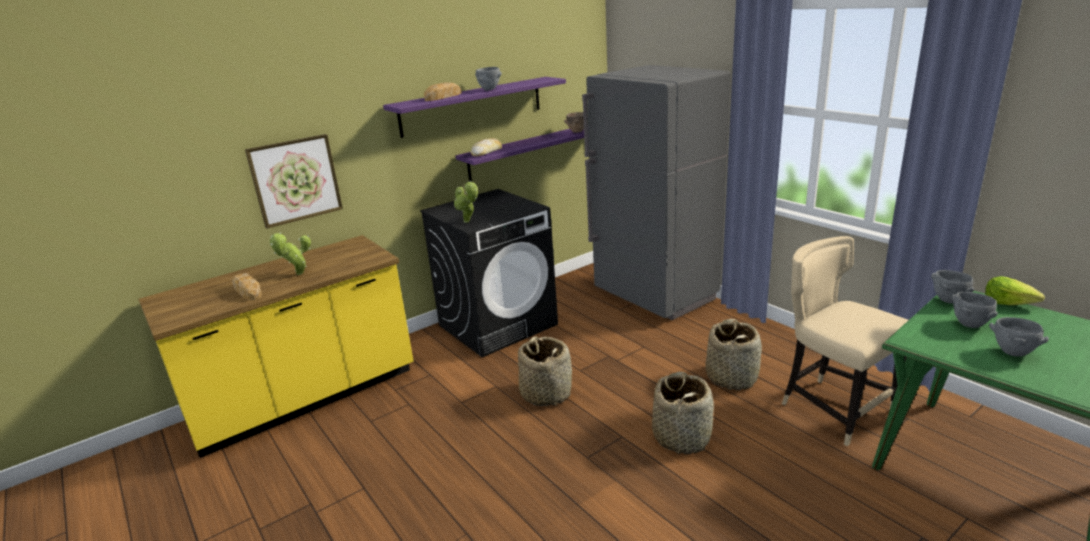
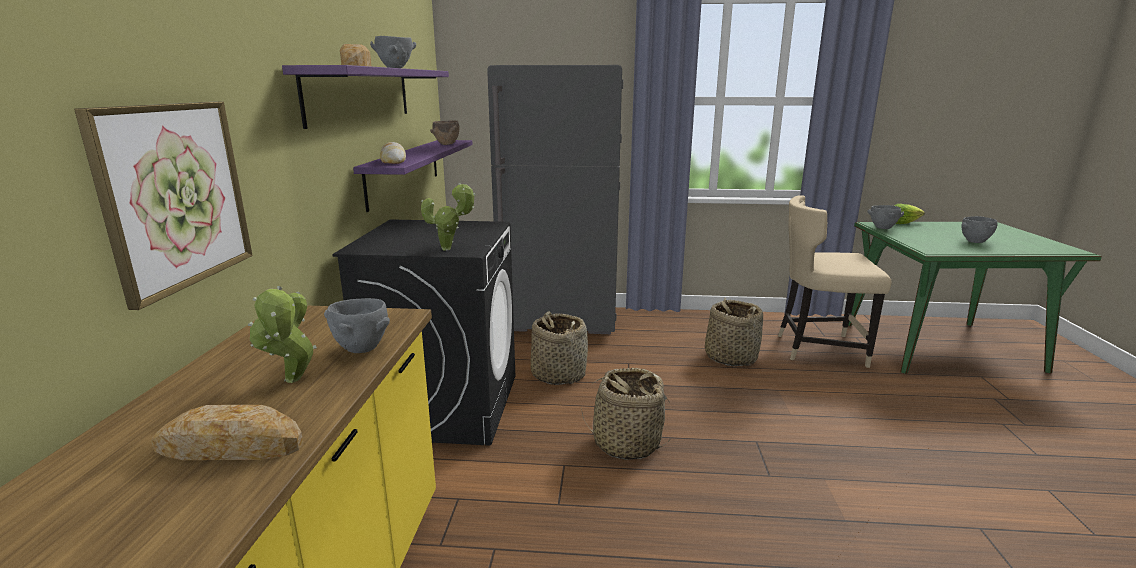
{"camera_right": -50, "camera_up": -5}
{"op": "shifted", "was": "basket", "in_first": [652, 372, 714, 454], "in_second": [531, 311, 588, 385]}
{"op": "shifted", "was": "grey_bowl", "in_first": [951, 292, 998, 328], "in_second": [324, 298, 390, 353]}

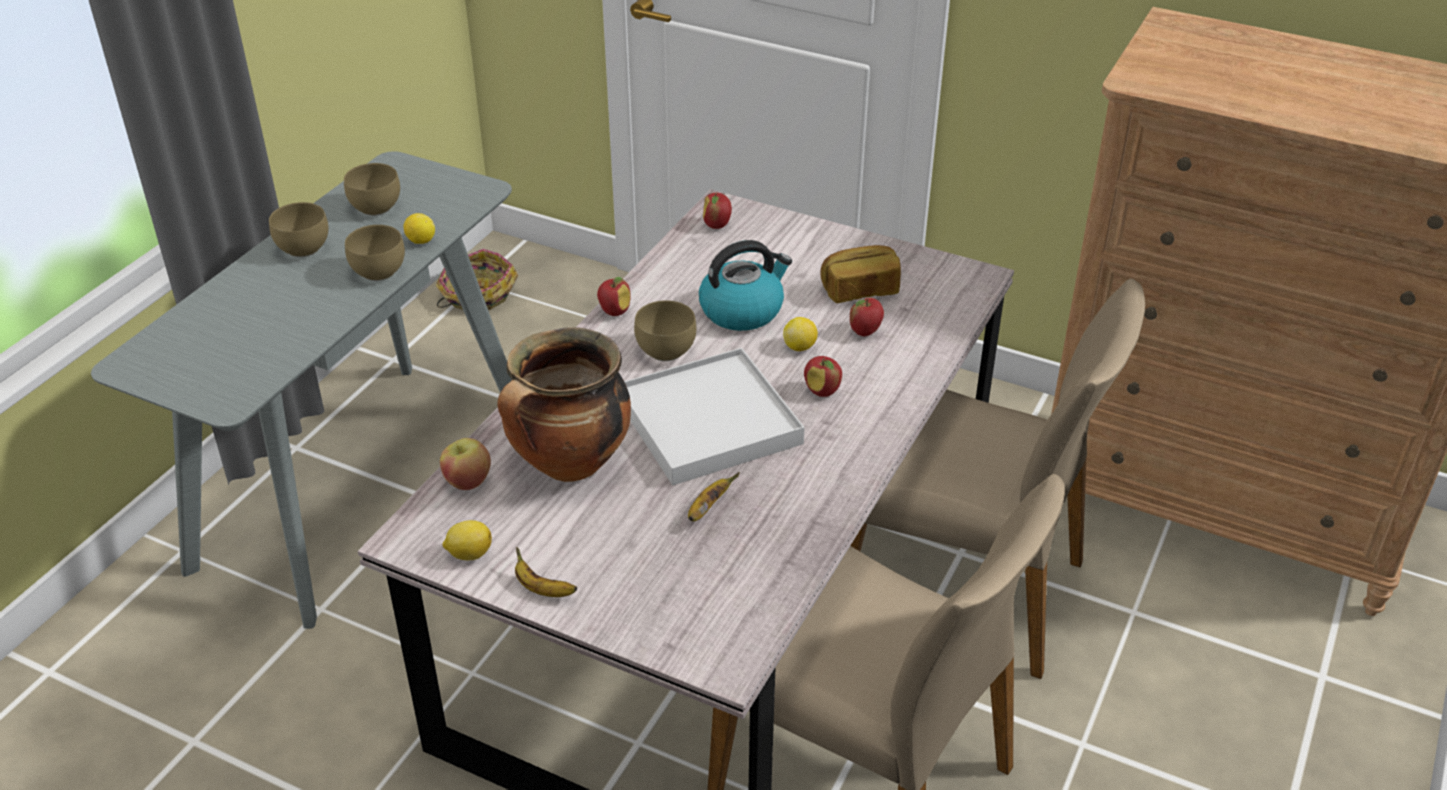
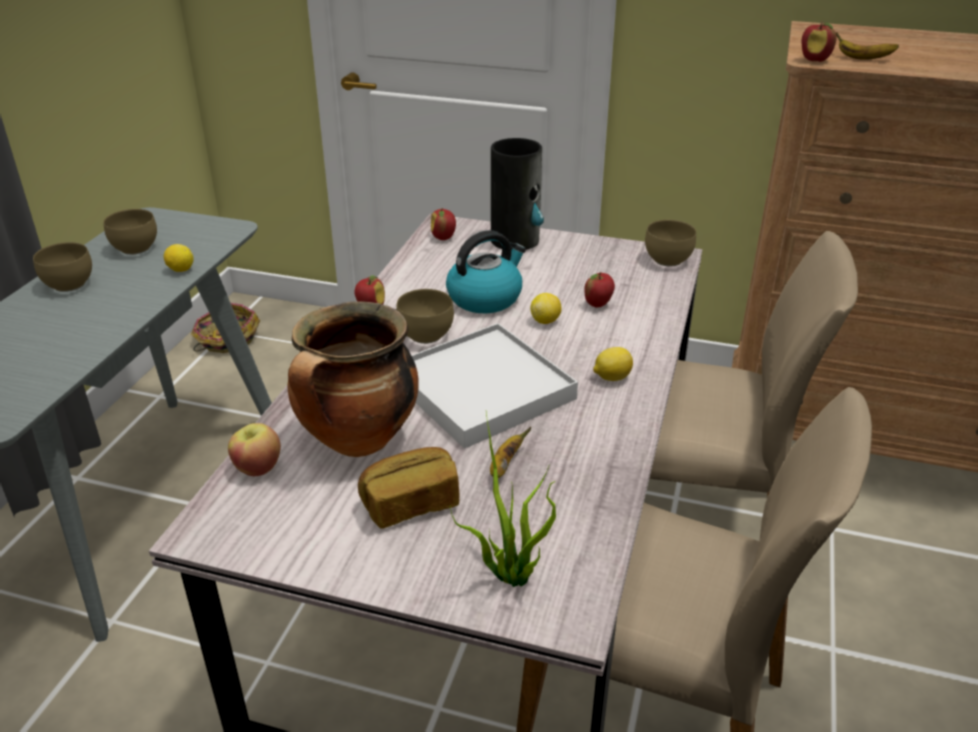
{"camera_right": -10, "camera_up": -5}
{"op": "shifted", "was": "brown_bowl", "in_first": [345, 225, 405, 281], "in_second": [645, 220, 696, 267]}
{"op": "shifted", "was": "lemon", "in_first": [443, 520, 492, 560], "in_second": [593, 347, 633, 381]}
{"op": "shifted", "was": "banana", "in_first": [515, 547, 577, 597], "in_second": [836, 32, 899, 60]}
{"op": "shifted", "was": "apple", "in_first": [804, 356, 842, 397], "in_second": [801, 21, 837, 62]}
{"op": "shifted", "was": "bread", "in_first": [820, 245, 901, 303], "in_second": [358, 447, 460, 529]}
{"op": "new", "now": "potted_plant", "in_second": [450, 412, 556, 587]}
{"op": "new", "now": "vase", "in_second": [491, 138, 544, 250]}

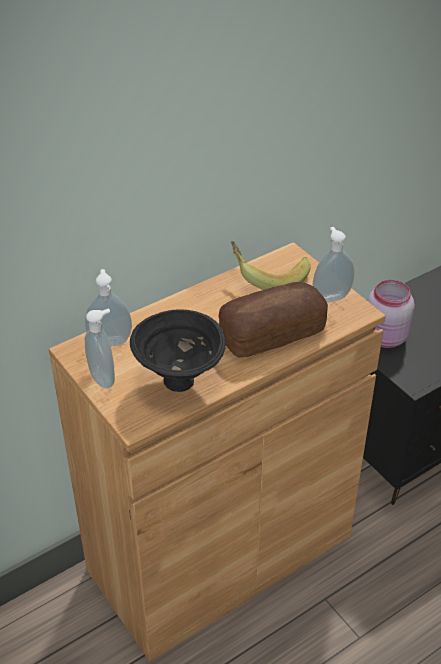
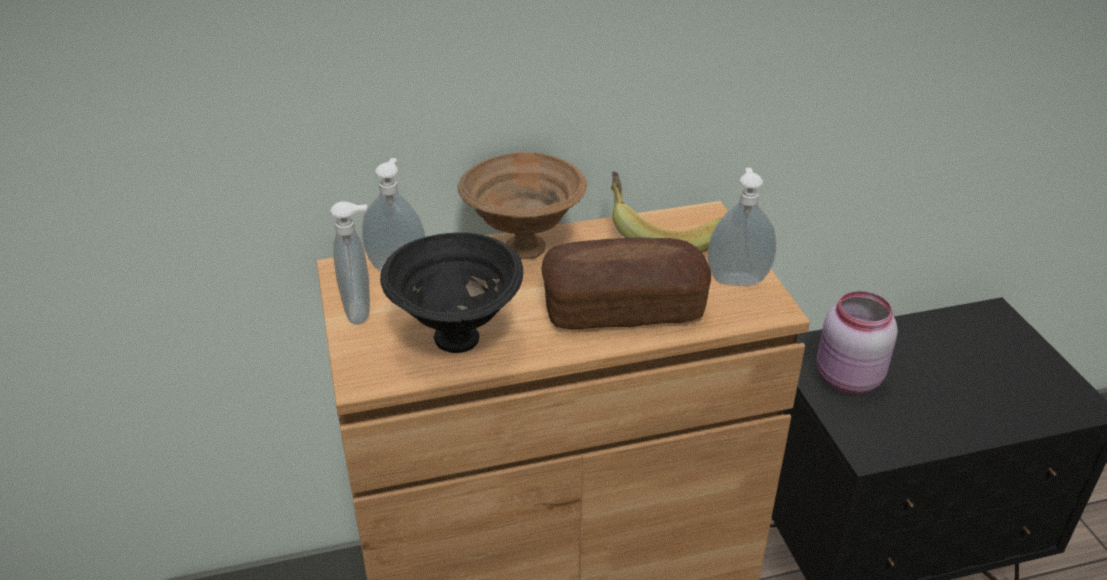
{"camera_right": 20, "camera_up": -5}
{"op": "new", "now": "brown_bowl", "in_second": [457, 152, 587, 259]}

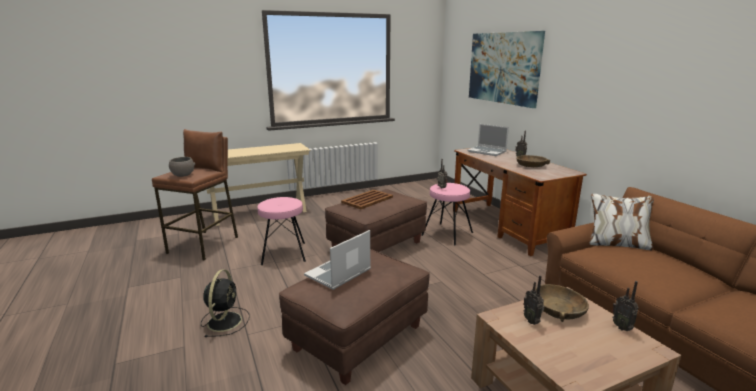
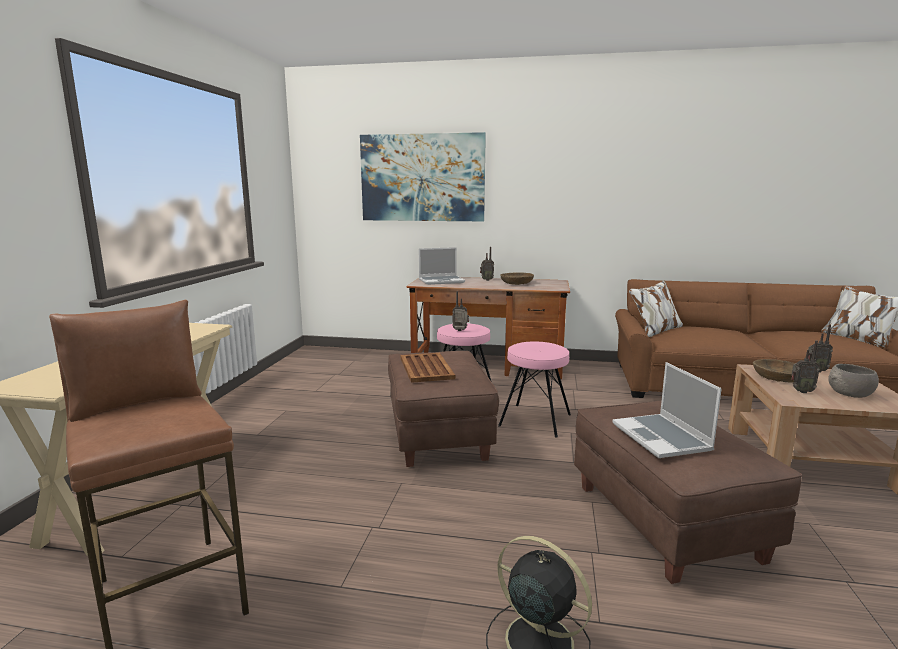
{"camera_right": -55, "camera_up": -5}
{"op": "shifted", "was": "grey_bowl", "in_first": [169, 157, 195, 177], "in_second": [828, 364, 879, 398]}
{"op": "shifted", "was": "pink_stool", "in_first": [258, 197, 306, 265], "in_second": [498, 342, 571, 437]}

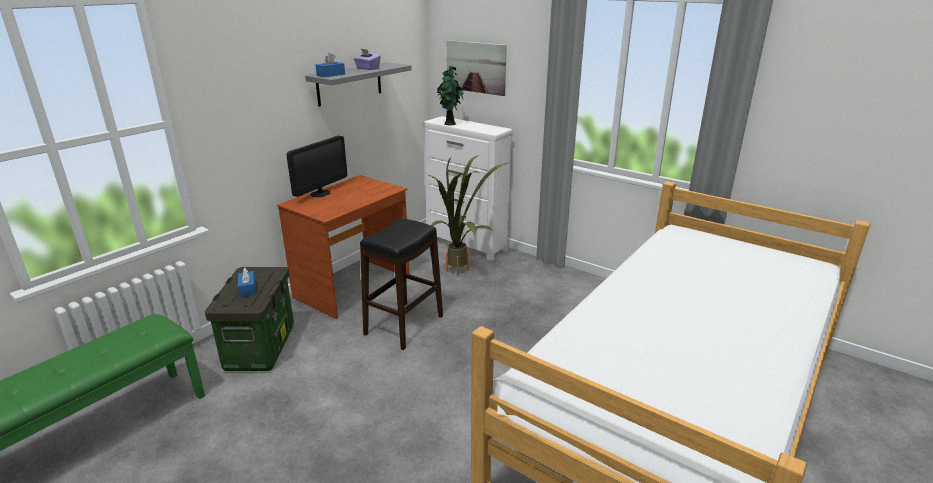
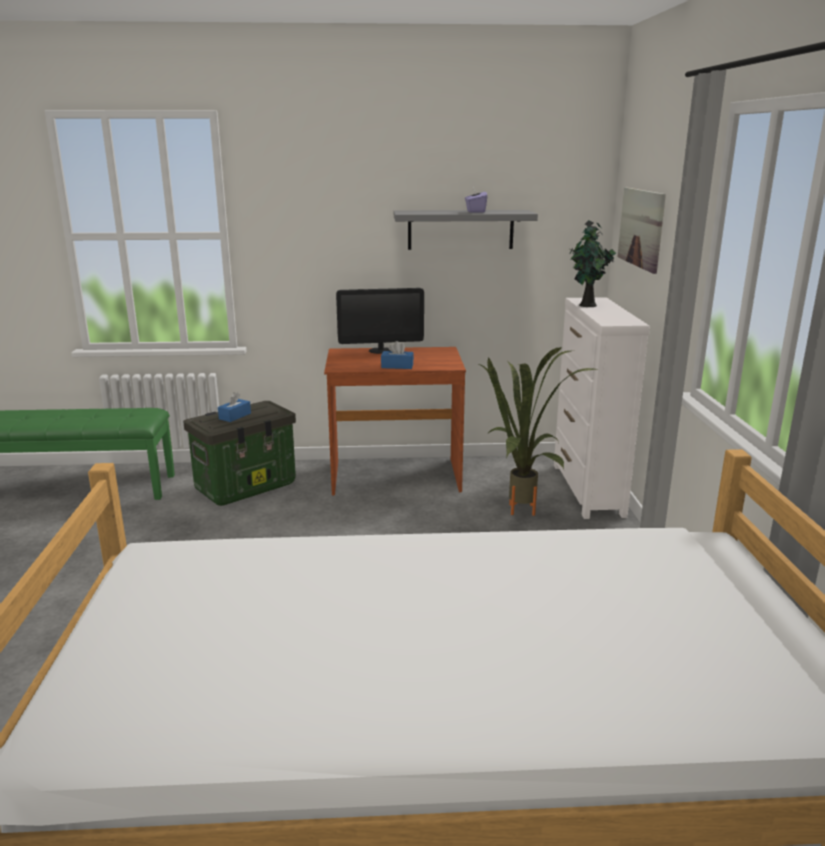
{"camera_right": 50, "camera_up": -5}
{"op": "shifted", "was": "blue_tissue_box", "in_first": [316, 53, 345, 77], "in_second": [381, 341, 414, 369]}
{"op": "gone", "was": "black_stool", "in_first": [360, 218, 443, 350]}

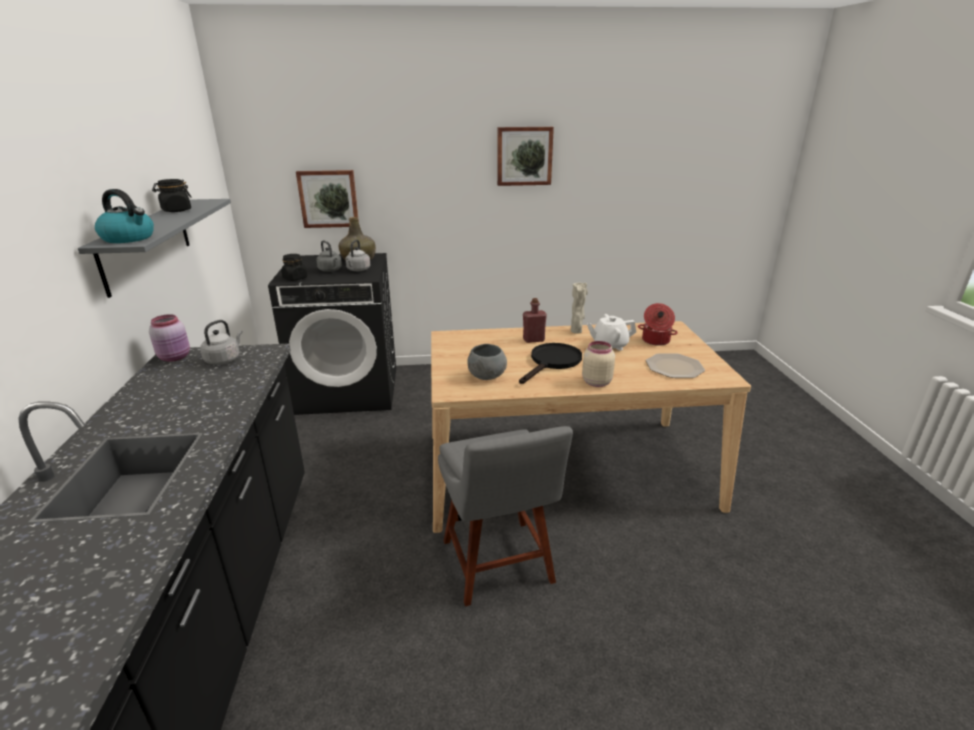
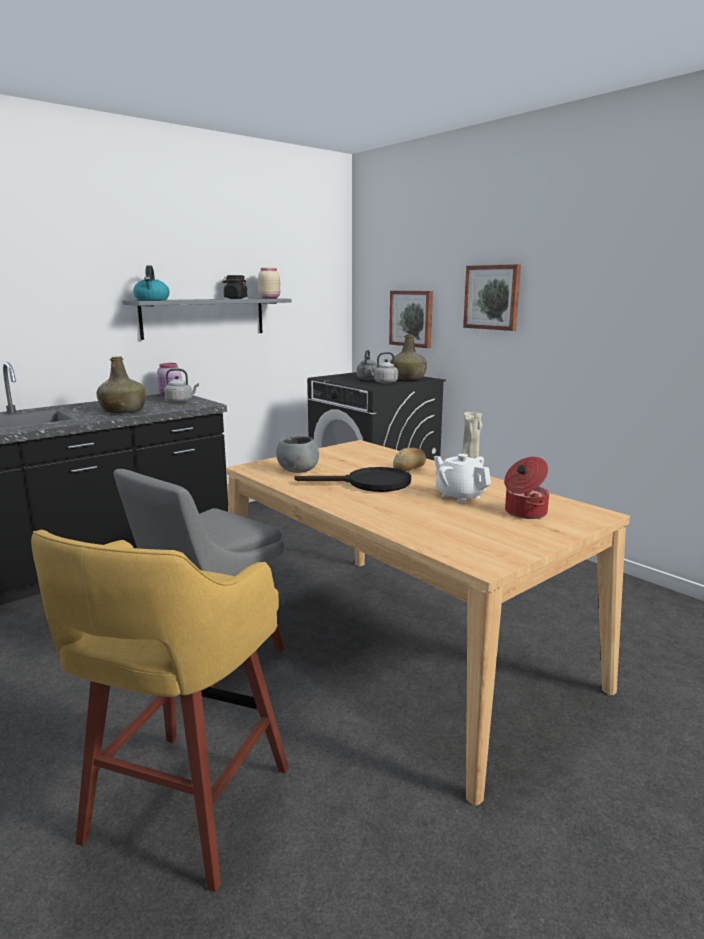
{"camera_right": 55, "camera_up": -10}
{"op": "gone", "was": "black_jar", "in_first": [281, 254, 307, 281]}
{"op": "shifted", "was": "picture", "in_first": [497, 127, 554, 186], "in_second": [463, 264, 521, 331]}
{"op": "swapped", "was": "red_bottle", "now": "bread", "in_first": [523, 298, 547, 343], "in_second": [393, 448, 426, 471]}
{"op": "shifted", "was": "beige_jar", "in_first": [582, 341, 615, 387], "in_second": [258, 268, 280, 298]}
{"op": "gone", "was": "plate", "in_first": [646, 353, 705, 378]}
{"op": "new", "now": "yellow_stool", "in_second": [31, 530, 289, 892]}
{"op": "new", "now": "green_bottle", "in_second": [97, 357, 146, 413]}

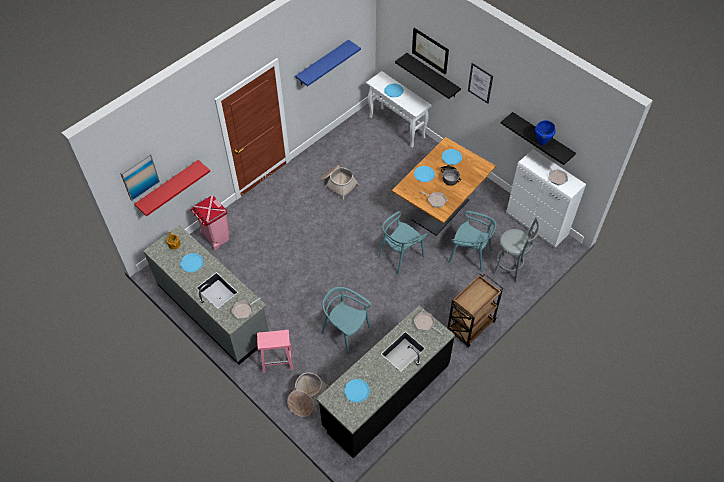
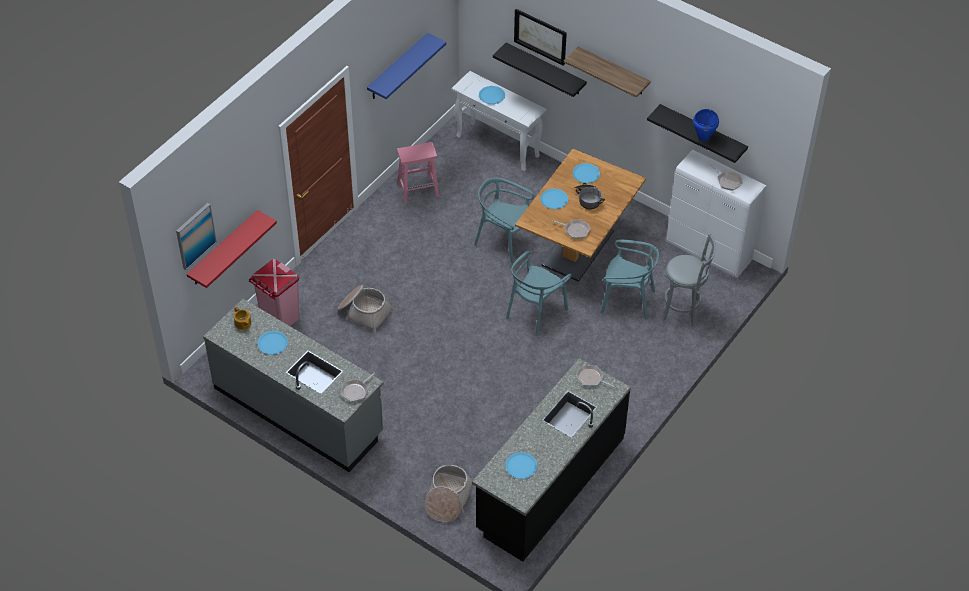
{"camera_right": -10, "camera_up": -5}
{"op": "shifted", "was": "pink_stool", "in_first": [257, 330, 293, 373], "in_second": [397, 142, 439, 203]}
{"op": "shifted", "was": "basket", "in_first": [320, 165, 359, 200], "in_second": [338, 285, 394, 334]}
{"op": "shifted", "was": "turquoise_chair", "in_first": [321, 287, 372, 355], "in_second": [474, 177, 535, 263]}
{"op": "gone", "was": "brown_cart", "in_first": [447, 274, 503, 347]}
{"op": "swapped", "was": "picture", "now": "shelf", "in_first": [468, 63, 493, 104], "in_second": [564, 46, 651, 98]}

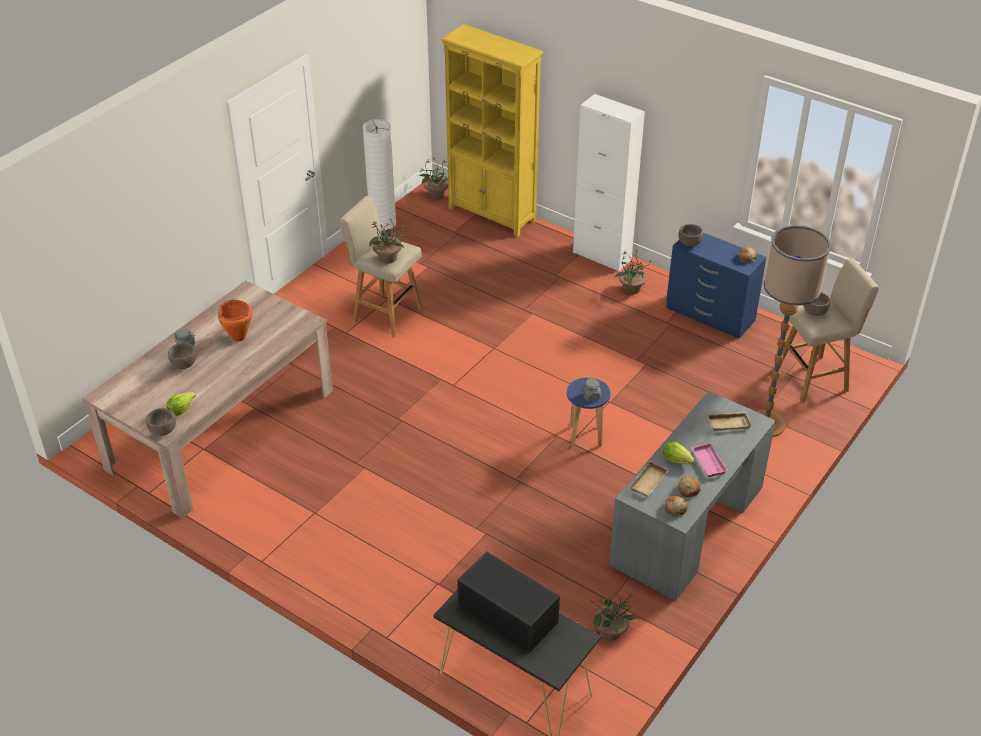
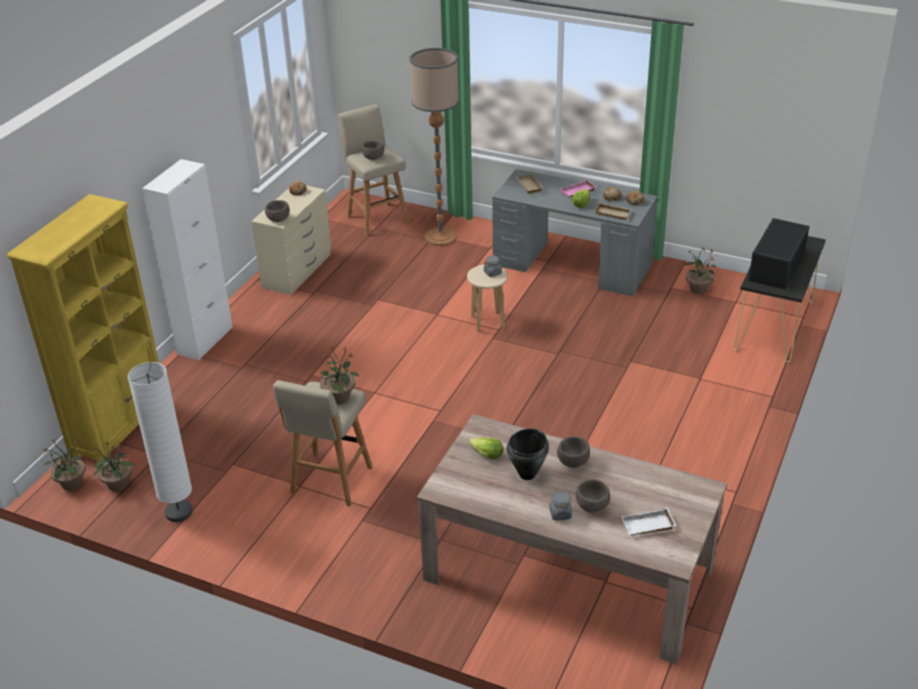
{"camera_right": -100, "camera_up": -5}
{"op": "shifted", "was": "brown_bowl", "in_first": [146, 408, 176, 436], "in_second": [557, 436, 590, 468]}
{"op": "shifted", "was": "lettuce", "in_first": [167, 392, 196, 416], "in_second": [469, 438, 503, 459]}
{"op": "repainted", "was": "orange_cooking_pot", "now": "black_cooking_pot", "in_first": [218, 300, 252, 342], "in_second": [507, 428, 549, 480]}
{"op": "repainted", "was": "blue_stool", "now": "beige_stool", "in_first": [567, 378, 610, 447], "in_second": [467, 265, 508, 332]}
{"op": "shifted", "was": "potted_plant", "in_first": [615, 249, 653, 294], "in_second": [93, 441, 136, 491]}
{"op": "repainted", "was": "blue_dresser", "now": "beige_dresser", "in_first": [666, 233, 766, 339], "in_second": [251, 186, 331, 295]}
{"op": "new", "now": "white_tray", "in_second": [621, 508, 676, 535]}

